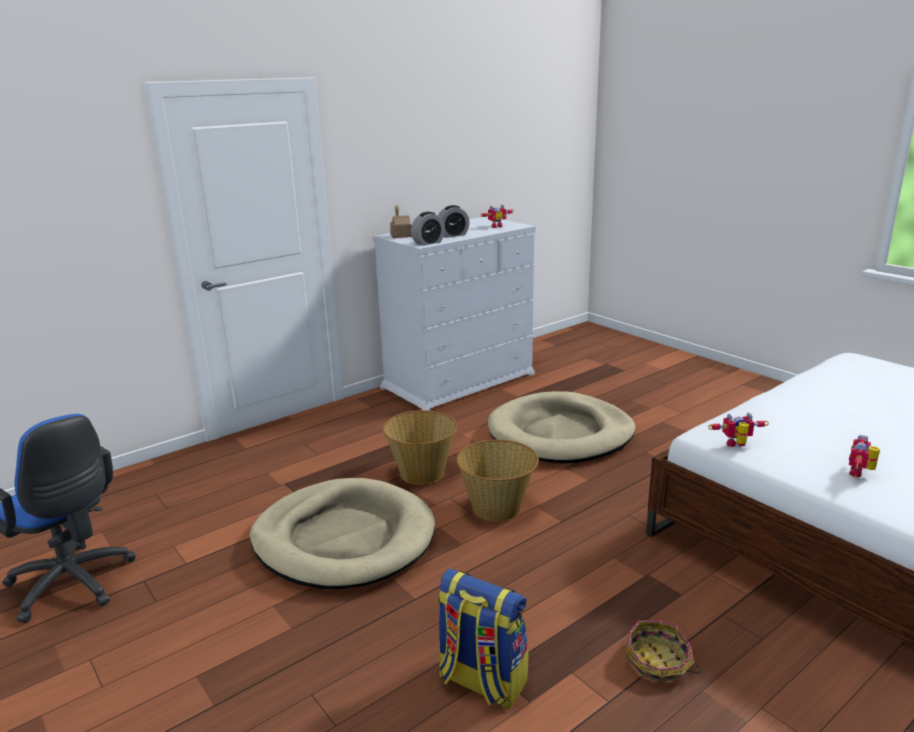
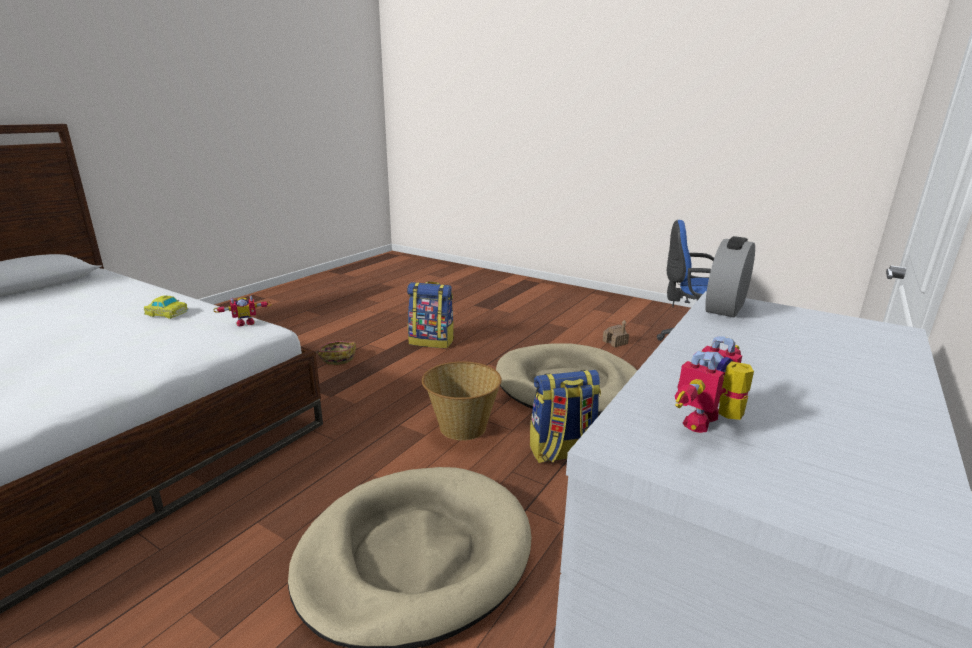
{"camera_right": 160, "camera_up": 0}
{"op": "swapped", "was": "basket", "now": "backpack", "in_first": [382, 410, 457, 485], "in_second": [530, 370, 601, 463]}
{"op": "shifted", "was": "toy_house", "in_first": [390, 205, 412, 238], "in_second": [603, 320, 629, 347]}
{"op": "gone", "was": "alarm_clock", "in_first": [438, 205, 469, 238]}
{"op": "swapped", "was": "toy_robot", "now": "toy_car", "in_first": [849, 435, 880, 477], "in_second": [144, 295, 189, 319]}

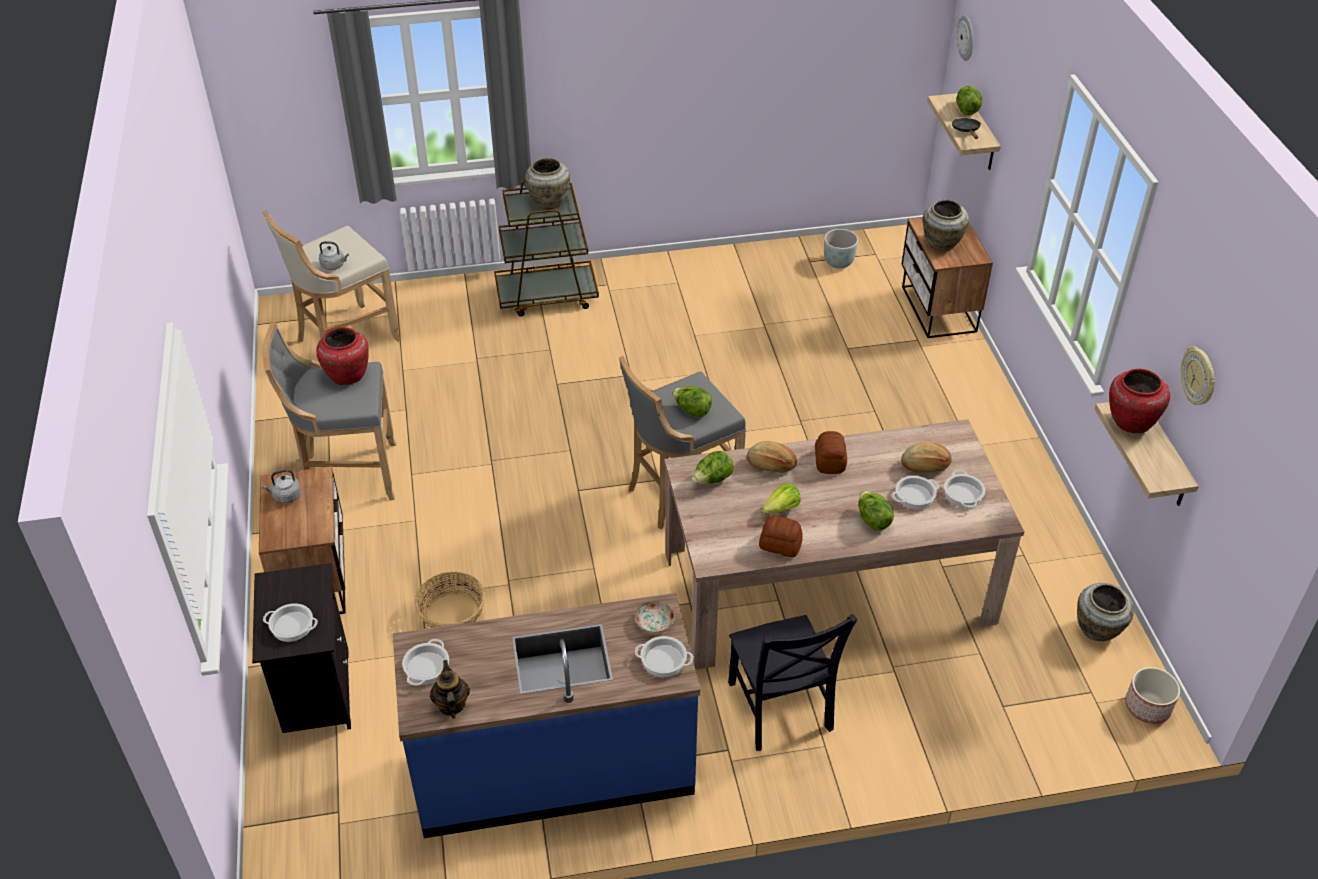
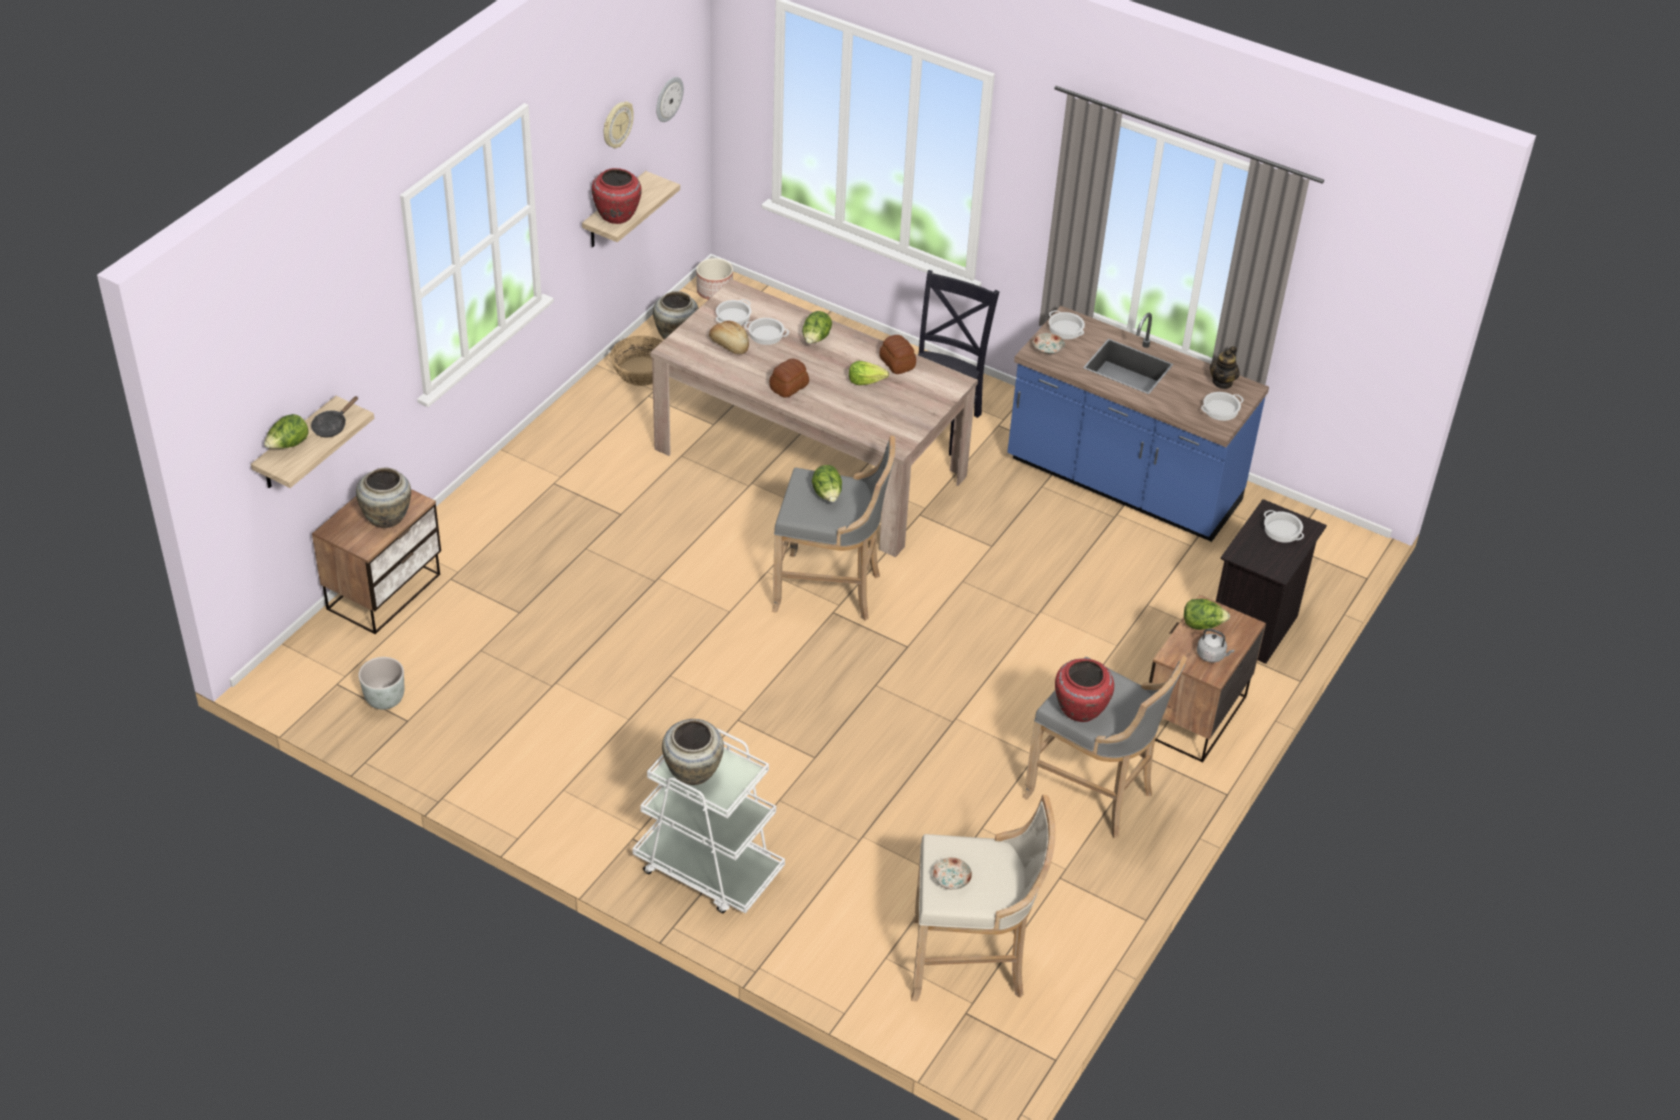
{"camera_right": -140, "camera_up": 0}
{"op": "gone", "was": "grey_kettle", "in_first": [319, 241, 349, 270]}
{"op": "shifted", "was": "basket", "in_first": [415, 572, 485, 628], "in_second": [610, 336, 662, 386]}
{"op": "repainted", "was": "brown_cart", "now": "white_cart", "in_first": [494, 180, 599, 317], "in_second": [632, 728, 785, 914]}
{"op": "shifted", "was": "lettuce", "in_first": [692, 451, 734, 484], "in_second": [1184, 599, 1230, 630]}
{"op": "gone", "was": "bread", "in_first": [747, 441, 797, 473]}
{"op": "shifted", "was": "wall_clock", "in_first": [956, 15, 973, 61], "in_second": [656, 77, 684, 122]}
{"op": "new", "now": "plate", "in_second": [933, 857, 972, 890]}

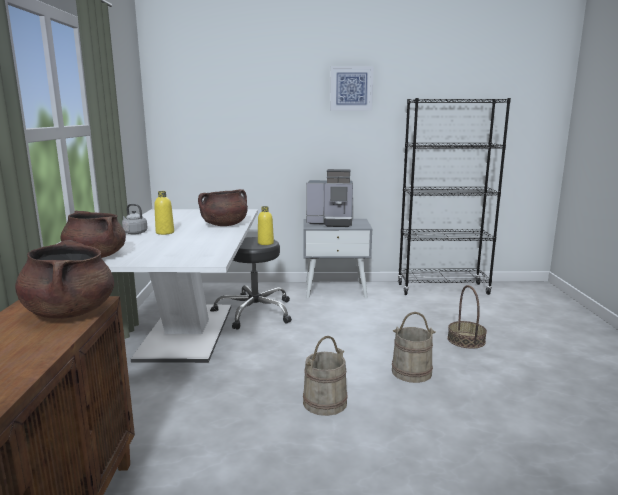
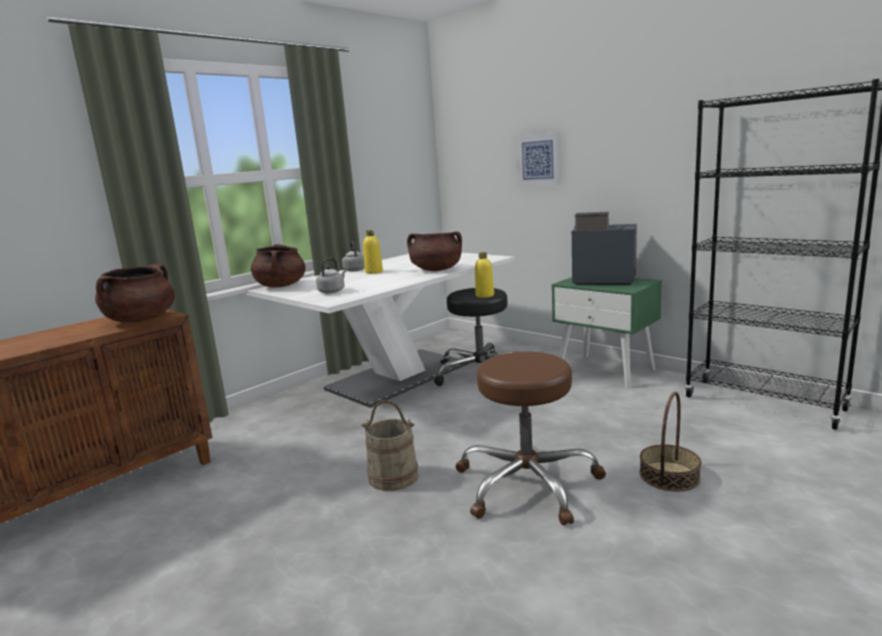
{"camera_right": 45, "camera_up": 0}
{"op": "repainted", "was": "grey_nightstand", "now": "green_nightstand", "in_first": [303, 219, 373, 298], "in_second": [551, 277, 662, 388]}
{"op": "rotated", "was": "coffee_machine", "in_first": [306, 169, 353, 227], "in_second": [572, 212, 637, 285], "clockwise": 150}
{"op": "shifted", "was": "picture", "in_first": [330, 66, 374, 110], "in_second": [515, 132, 561, 186]}
{"op": "swapped", "was": "beige_bucket", "now": "brown_stool", "in_first": [392, 312, 436, 383], "in_second": [456, 352, 606, 526]}
{"op": "new", "now": "grey_kettle", "in_second": [316, 258, 346, 293]}

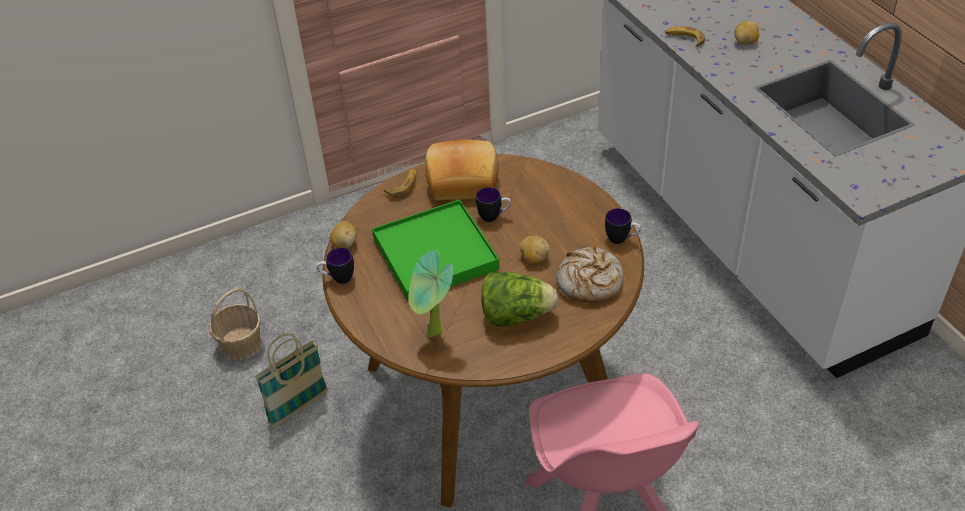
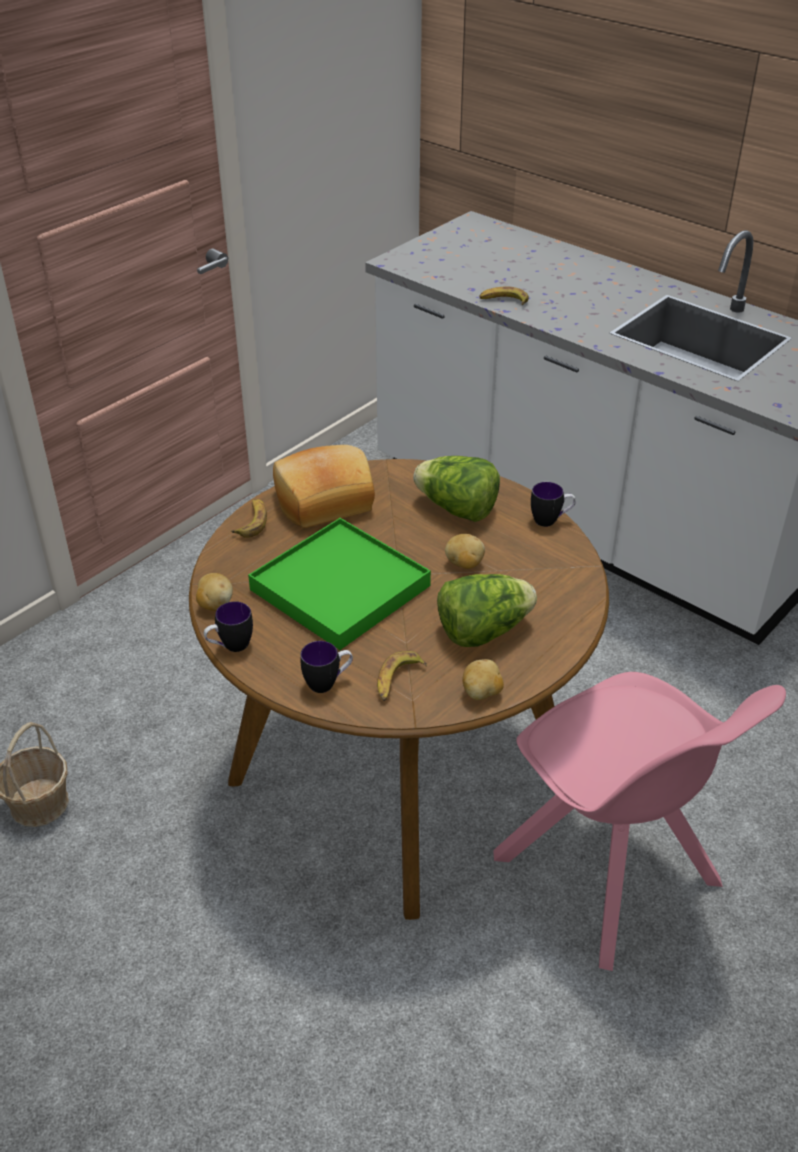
{"camera_right": -25, "camera_up": -5}
{"op": "gone", "was": "basket", "in_first": [255, 333, 328, 428]}
{"op": "swapped", "was": "potted_plant", "now": "banana", "in_first": [409, 250, 453, 338], "in_second": [377, 651, 427, 701]}
{"op": "shifted", "was": "mug", "in_first": [476, 187, 511, 222], "in_second": [300, 641, 353, 693]}
{"op": "gone", "was": "bread", "in_first": [556, 245, 624, 303]}
{"op": "shifted", "was": "potato", "in_first": [735, 21, 759, 44], "in_second": [462, 659, 504, 700]}
{"op": "new", "now": "lettuce", "in_second": [413, 456, 500, 522]}

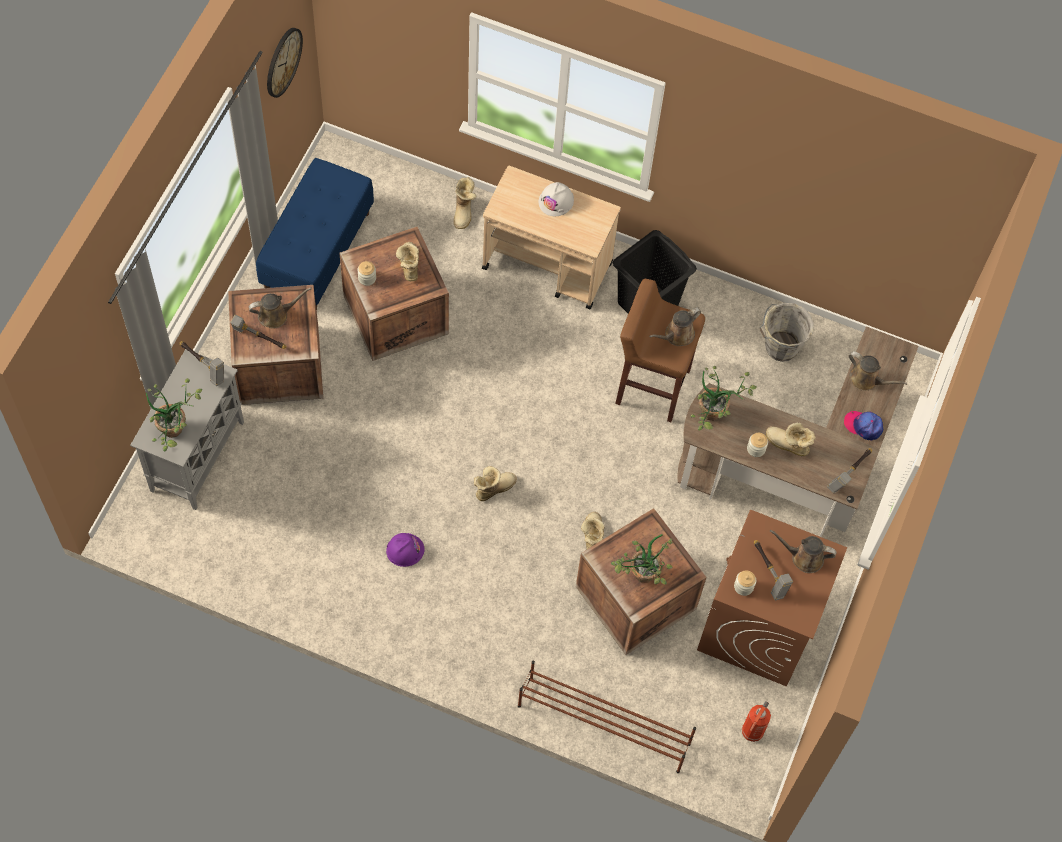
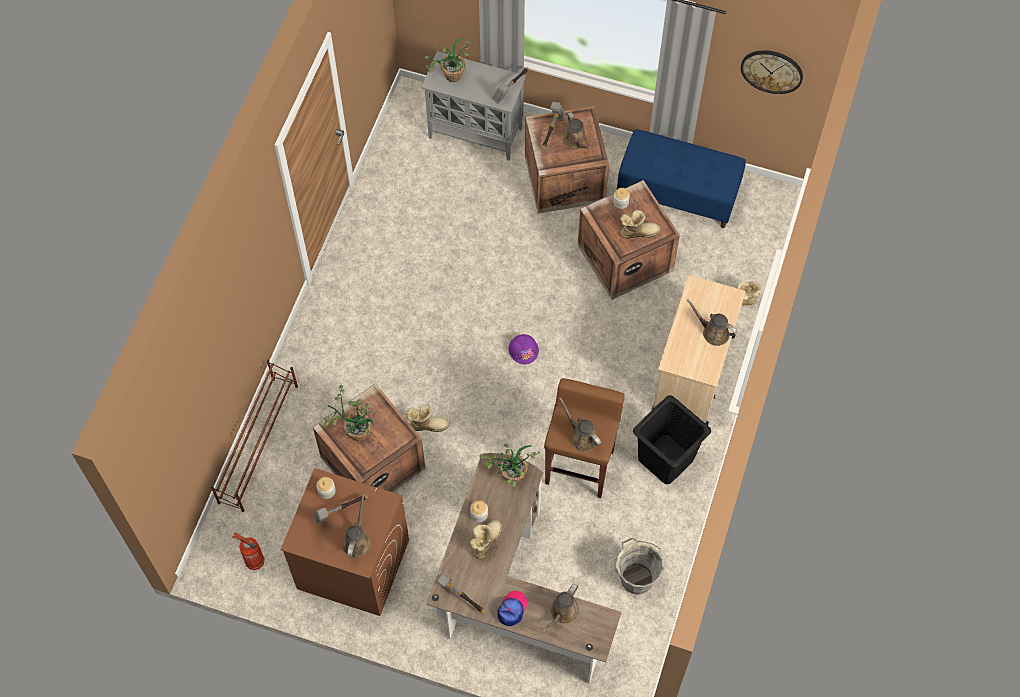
{"camera_right": 90, "camera_up": 0}
{"op": "shifted", "was": "purple_hard_hat", "in_first": [386, 533, 425, 567], "in_second": [509, 334, 539, 364]}
{"op": "gone", "was": "boot", "in_first": [474, 466, 517, 501]}
{"op": "swapped", "was": "white_hard_hat", "now": "brown_watering_can", "in_first": [539, 182, 574, 216], "in_second": [687, 299, 737, 346]}

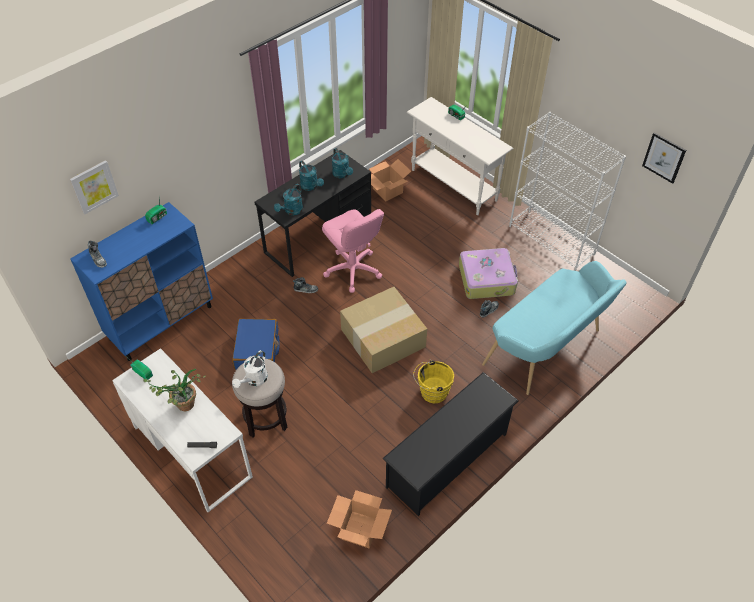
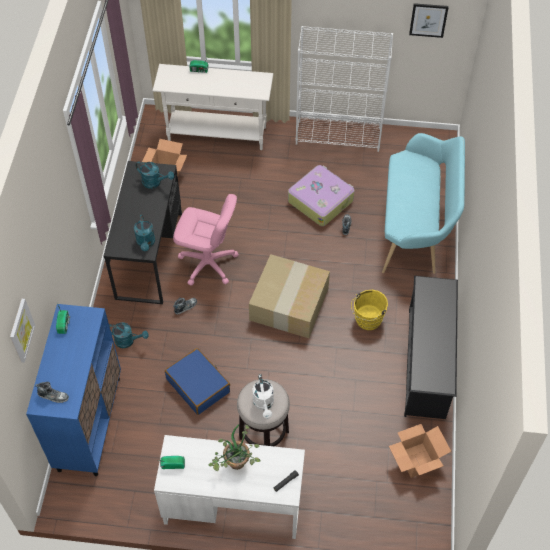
{"camera_right": -40, "camera_up": 5}
{"op": "shifted", "was": "turquoise_watering_can", "in_first": [299, 161, 324, 191], "in_second": [109, 322, 149, 348]}

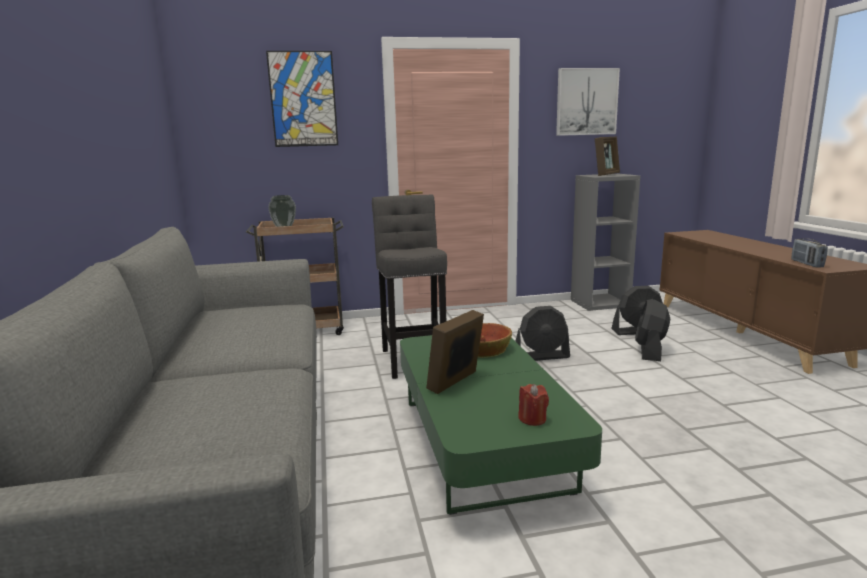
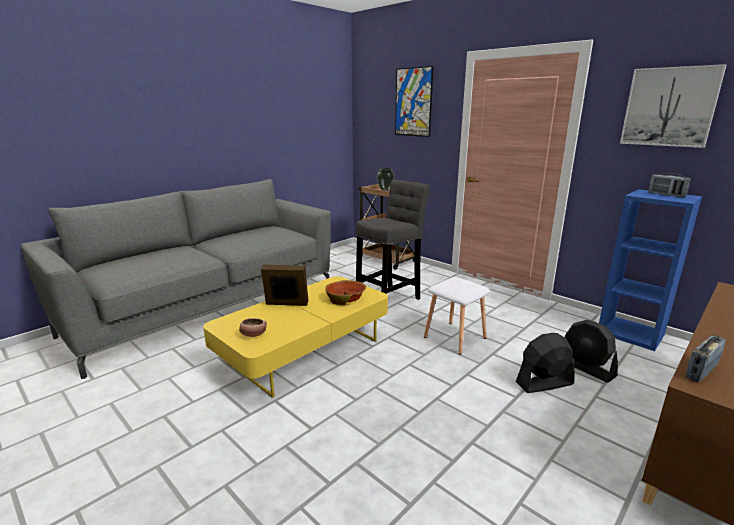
{"camera_right": 55, "camera_up": 5}
{"op": "repainted", "was": "green_coffee_table", "now": "yellow_coffee_table", "in_first": [400, 335, 602, 515], "in_second": [203, 276, 388, 398]}
{"op": "swapped", "was": "black_fan", "now": "white_stool", "in_first": [516, 306, 570, 361], "in_second": [424, 277, 490, 355]}
{"op": "swapped", "was": "red_candle", "now": "bowl", "in_first": [518, 384, 549, 426], "in_second": [239, 318, 267, 337]}
{"op": "repainted", "was": "grey_bookcase", "now": "blue_bookcase", "in_first": [571, 174, 640, 311], "in_second": [599, 189, 702, 351]}
{"op": "swapped", "was": "picture_frame", "now": "radio", "in_first": [595, 136, 620, 176], "in_second": [648, 173, 691, 197]}

